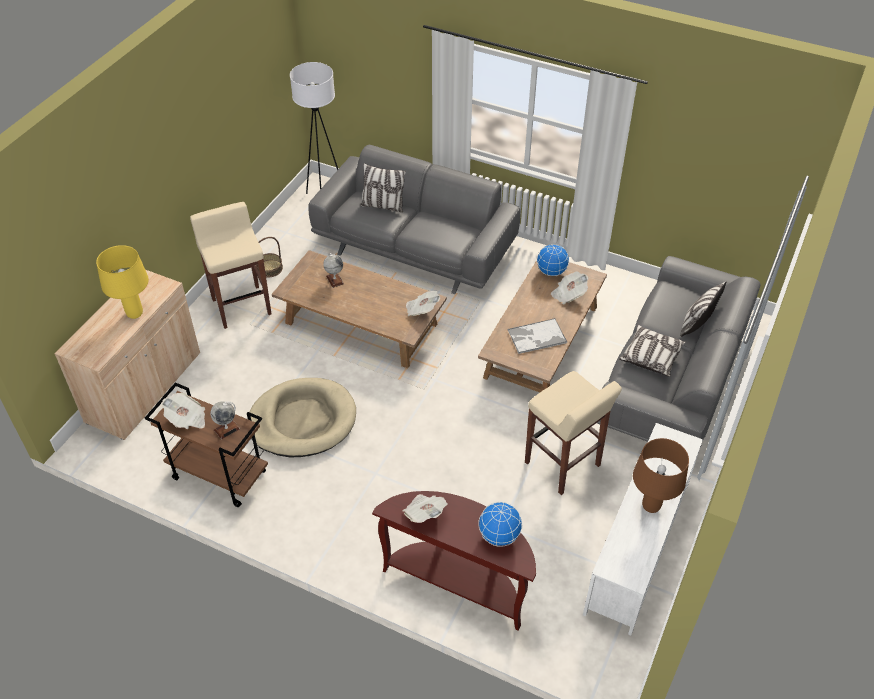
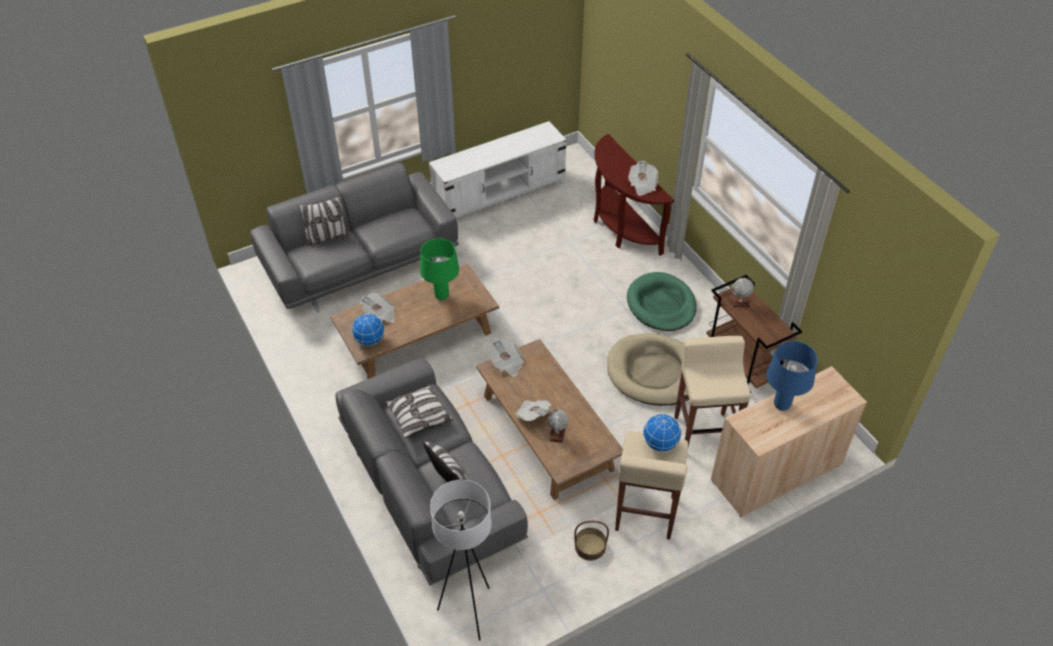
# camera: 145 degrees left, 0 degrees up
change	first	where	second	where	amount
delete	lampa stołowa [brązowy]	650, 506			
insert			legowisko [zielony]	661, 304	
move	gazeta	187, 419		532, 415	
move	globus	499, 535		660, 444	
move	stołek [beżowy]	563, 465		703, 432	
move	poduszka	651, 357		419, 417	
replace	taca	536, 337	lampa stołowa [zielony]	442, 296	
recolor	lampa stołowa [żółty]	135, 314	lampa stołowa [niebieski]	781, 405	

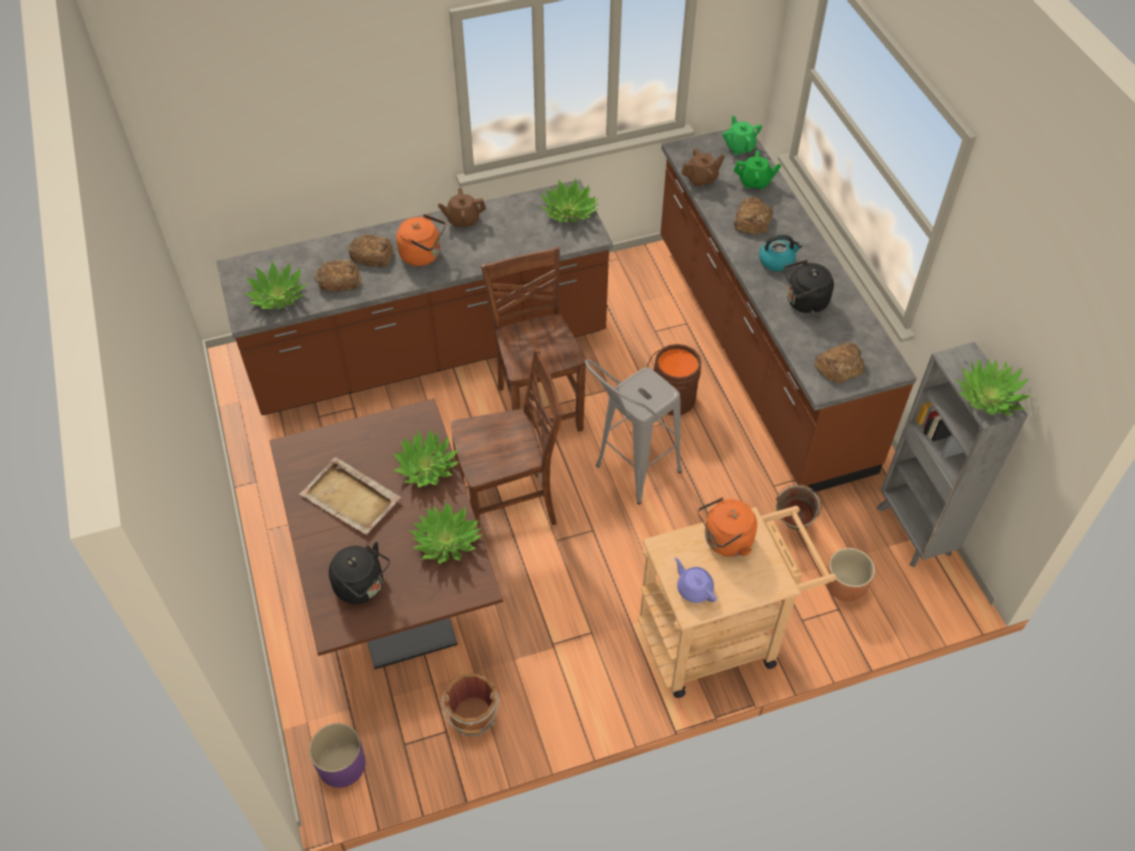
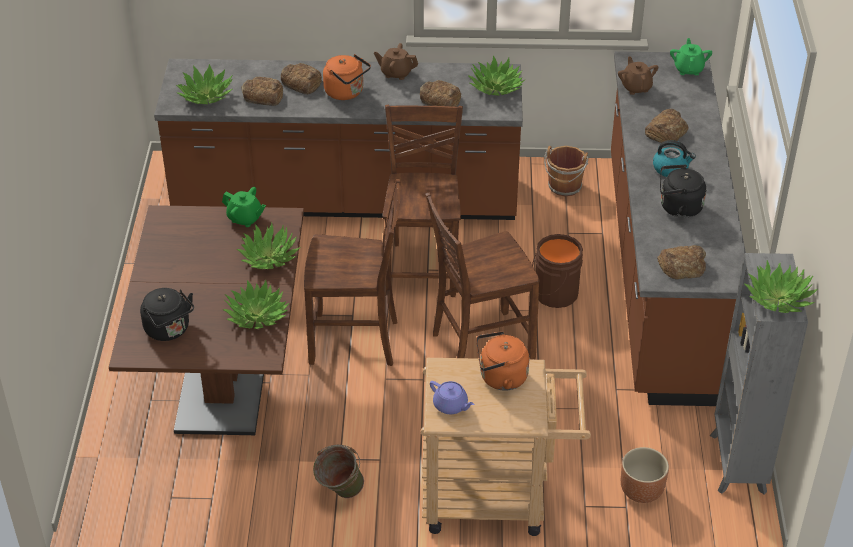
# camera: 20 degrees right, 10 degrees down
change	first	where	second	where	amount
delete	taca [beżowy]	351, 498			
delete	donica [fioletowy]	341, 764			
insert			chleb	440, 99	
move	wiadro [brązowy]	473, 719		564, 187	
move	imbryk [zielony]	754, 182		245, 218	
move	wiadro [zielony]	792, 527		339, 493	
replace	stołek [szary]	629, 476	krzesło [brązowy]	480, 345	
rotate	imbryk [fioletowy]	694, 589		451, 405	150 degrees clockwise
rotate	imbryk [brązowy]	701, 179		636, 87	105 degrees counterclockwise

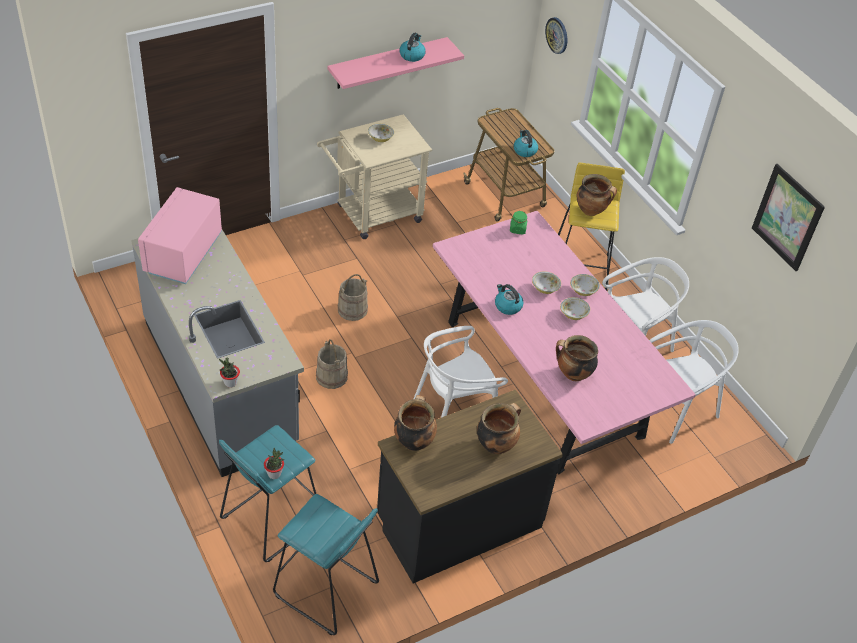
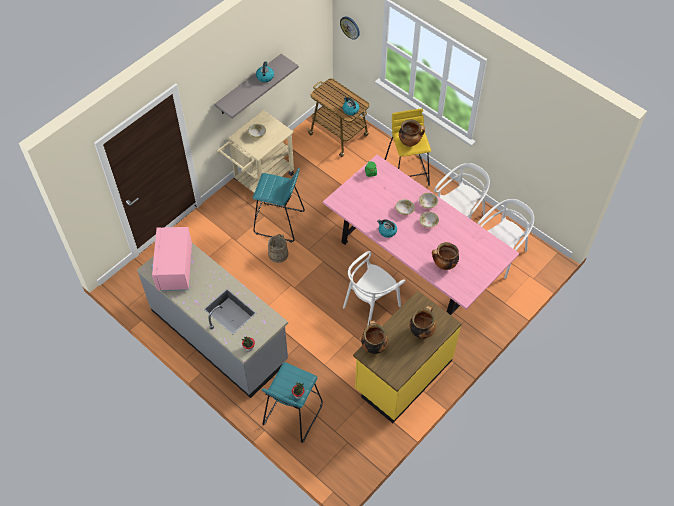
# camera: 15 degrees left, 10 degrees up
change	first	where	second	where	amount
delete	wiadro [beżowy]	331, 376			
delete	obraz	787, 217			
move	stołek [turkusowy]	326, 590		279, 223	
recolor	półka [różowy]	388, 63	półka [szary]	249, 85	
recolor	zabudowa kuchenna [czarny]	458, 522	zabudowa kuchenna [żółty]	402, 375	

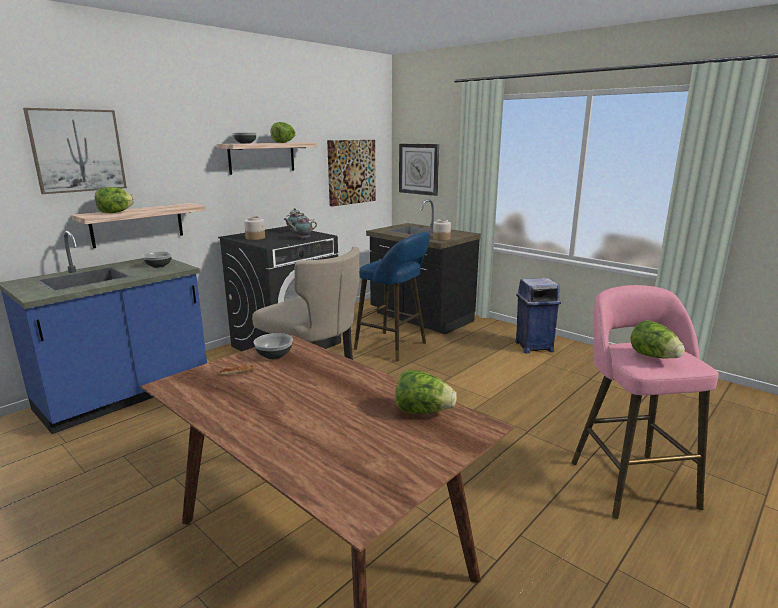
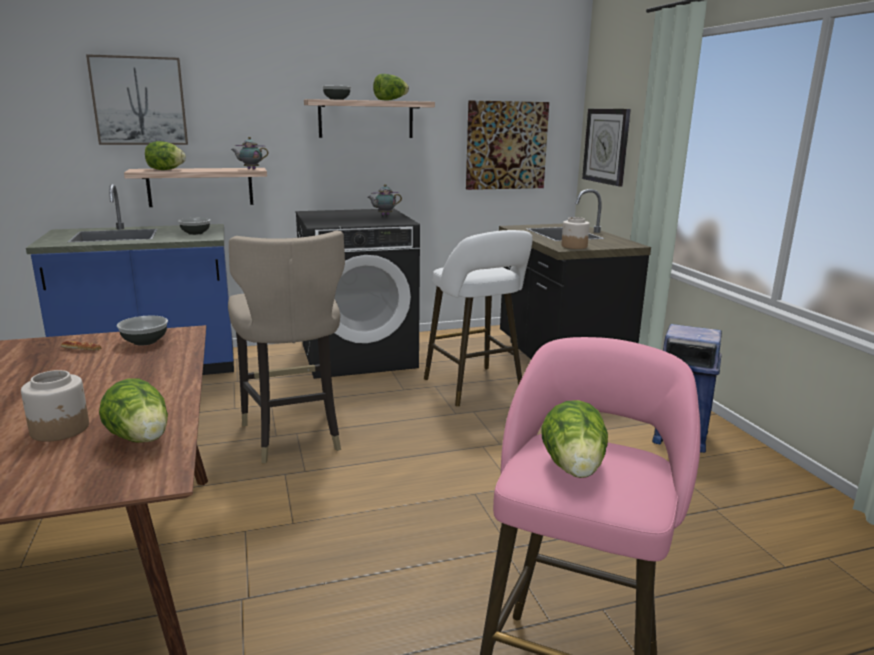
# camera: 30 degrees right, 0 degrees up
change	first	where	second	where	amount
move	słoik	255, 238		60, 429	
move	imbryk	303, 239		250, 169	
recolor	stołek [niebieski]	394, 347	stołek [biały]	476, 388	

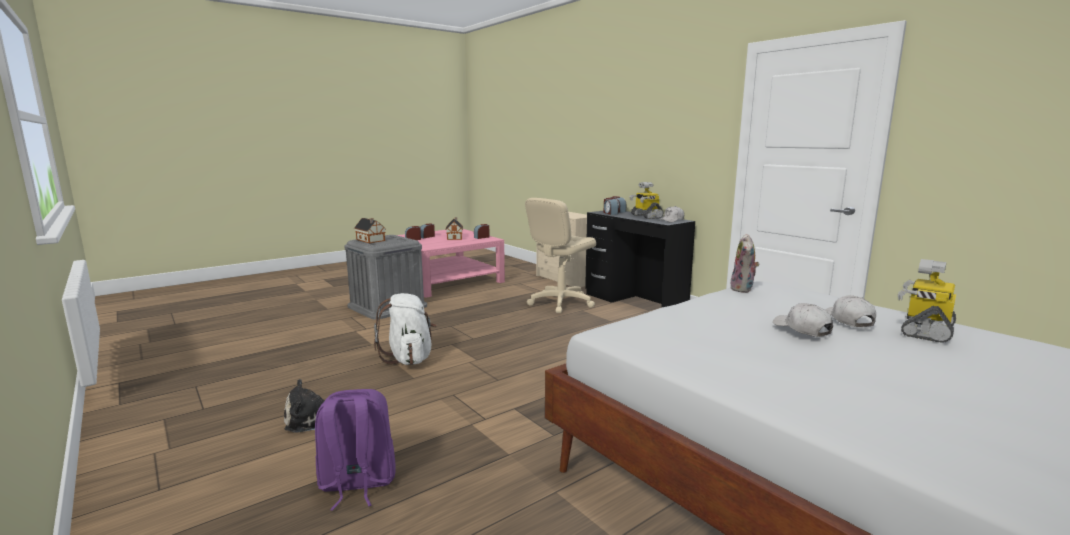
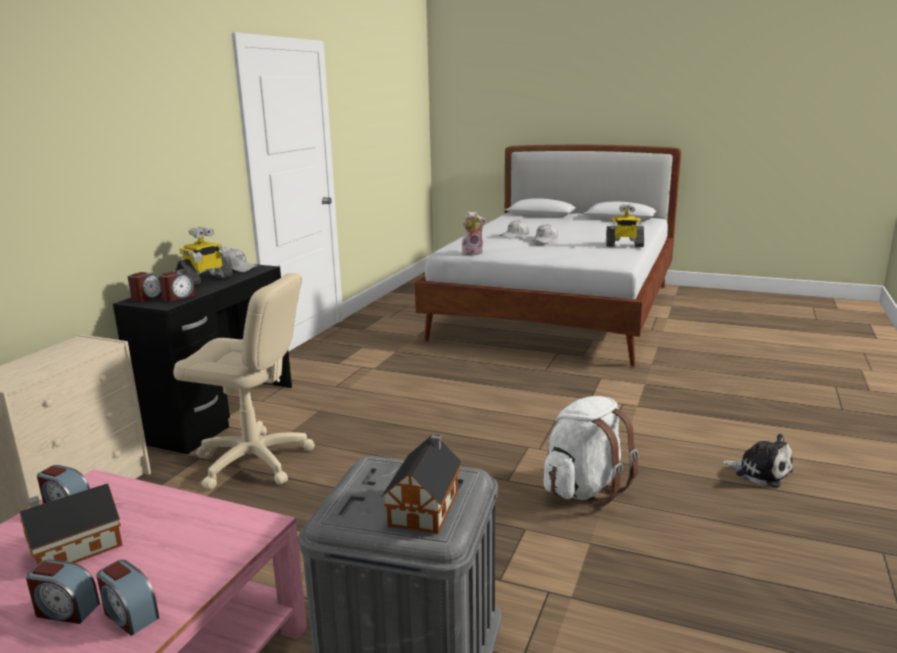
# camera: 120 degrees left, 5 degrees up
change	first	where	second	where	amount
delete	plecak [fioletowy]	357, 484			
move	robot zabawkowy	925, 330		624, 245	

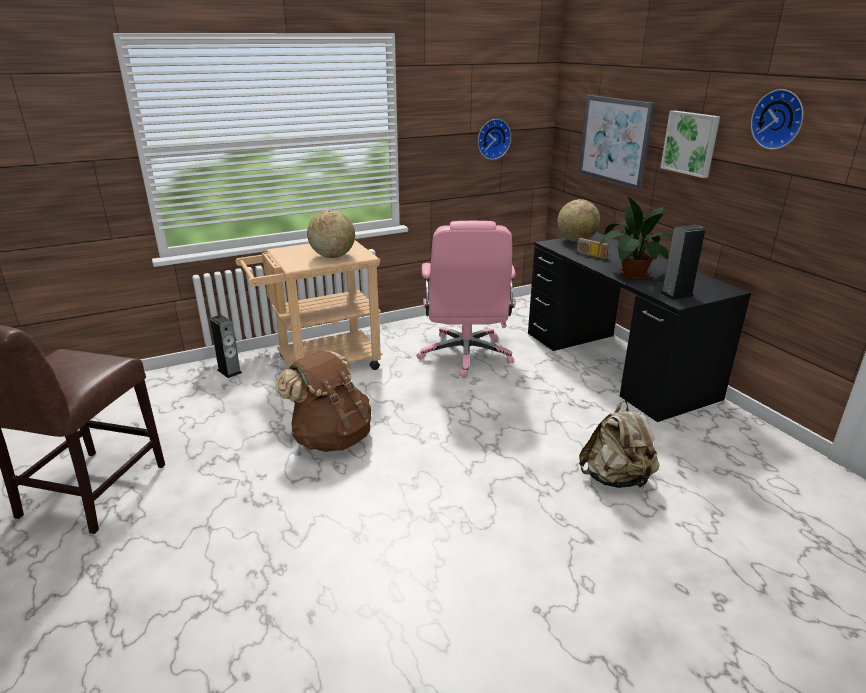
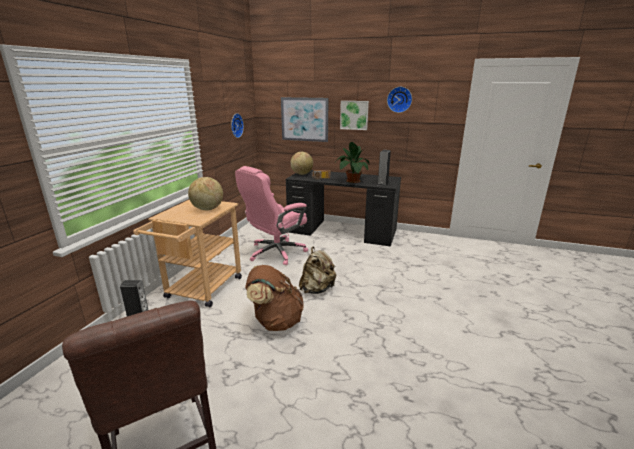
# camera: 45 degrees left, 5 degrees down
change	first	where	second	where	amount
move	plecak [beżowy]	616, 479		317, 289	
rotate	krzesło biurowe [różowy]	466, 355		275, 252	90 degrees clockwise

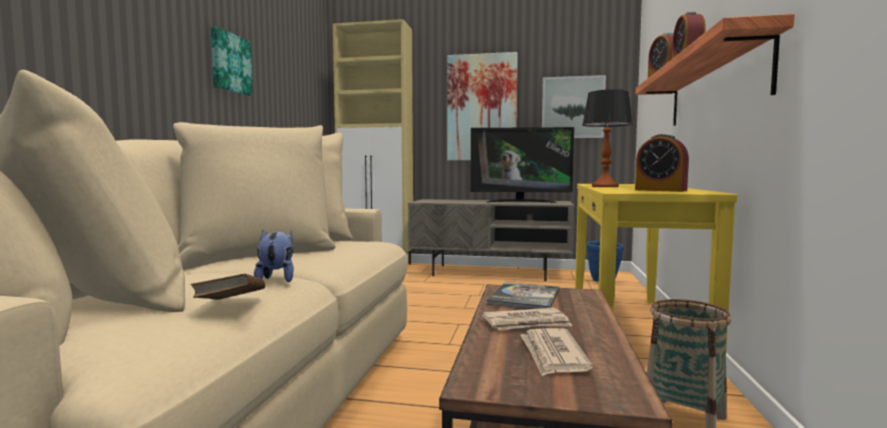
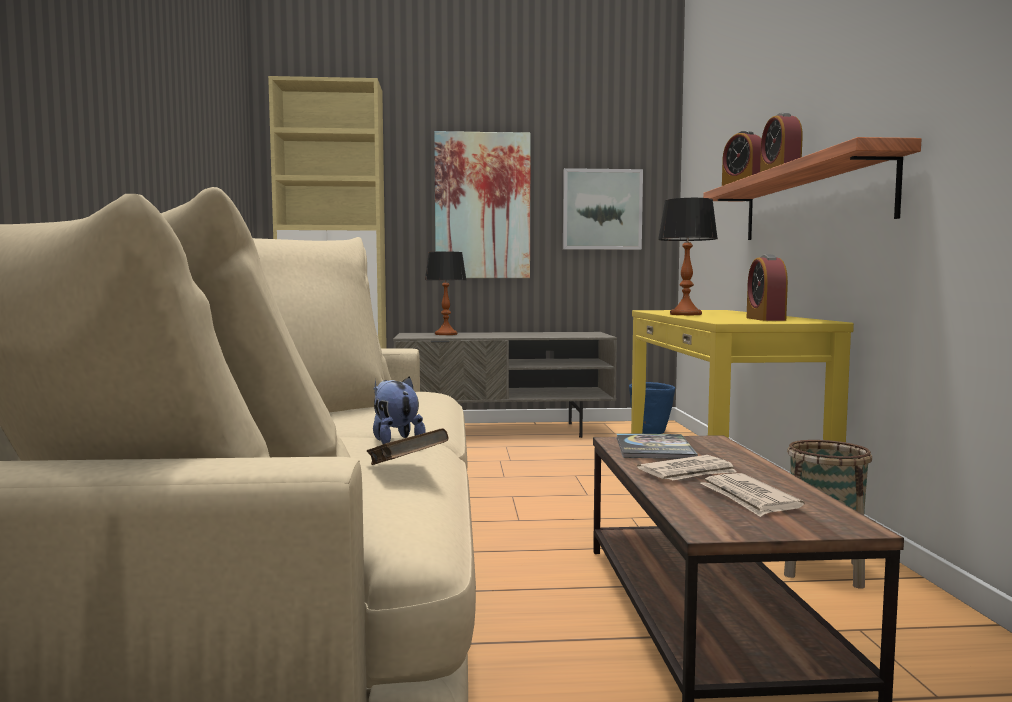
# camera: 15 degrees left, 0 degrees up
change	first	where	second	where	amount
delete	obraz	230, 63			
delete	telewizor	520, 202			
insert			lampa stołowa	446, 334	
rotate	budzik	660, 190		765, 319	60 degrees clockwise

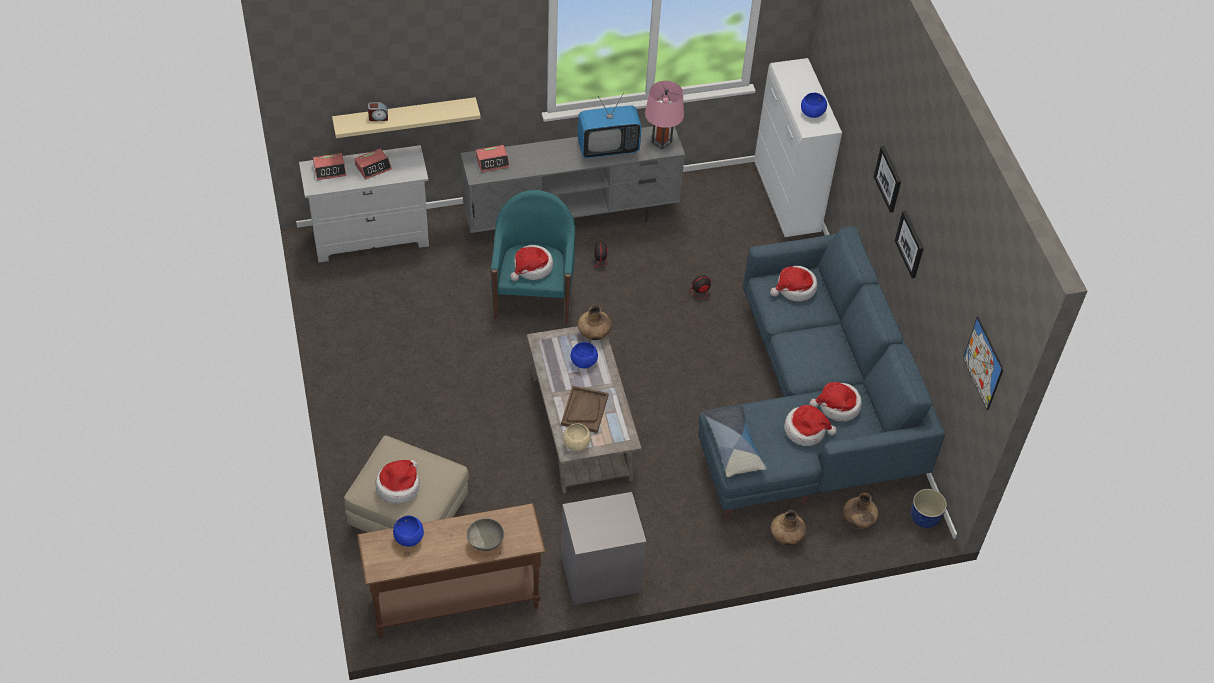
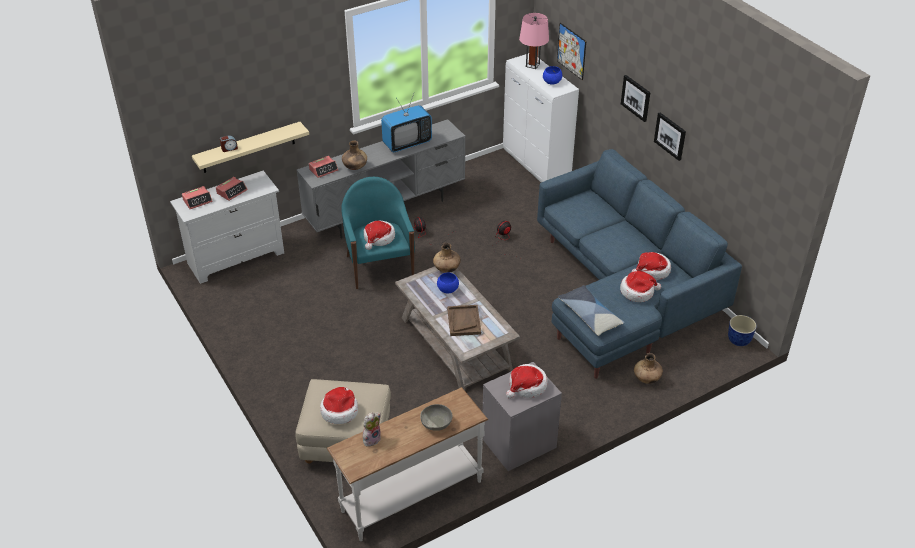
# camera: 15 degrees left, 10 degrees down
change	first	where	second	where	amount
delete	miska [beżowy]	577, 443			
move	lampa stołowa [różowy]	661, 142		532, 65	
move	kapelusz	795, 288		526, 386	
move	wazon [brązowy]	858, 520		355, 167	
move	obraz	983, 363		571, 51	
replace	miska [niebieski]	408, 538	pluszak	371, 438	
recolor	stolik konsolowy [brązowy]	454, 601	stolik konsolowy [biały]	411, 495	

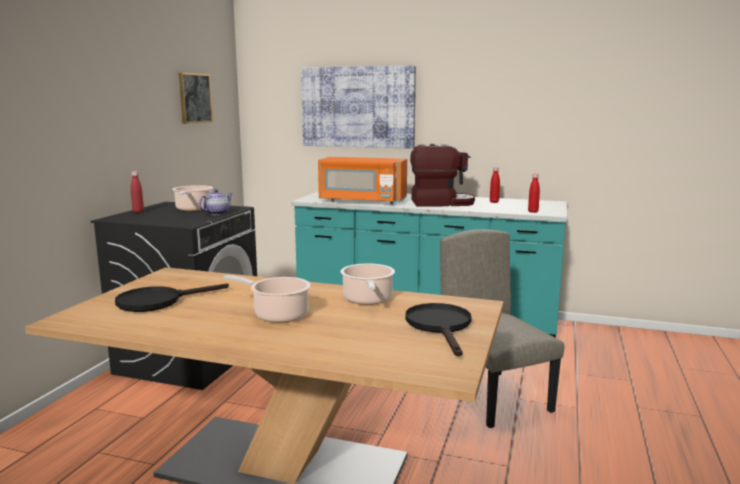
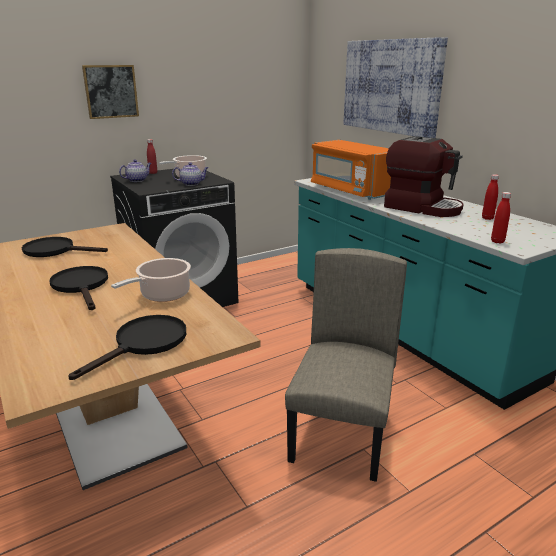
# camera: 40 degrees right, 10 degrees up
change	first	where	second	where	amount
insert			imbryk	137, 180	
move	obraz	195, 98		111, 91	
replace	garnek	278, 315	patelnia [czarny]	82, 286	

